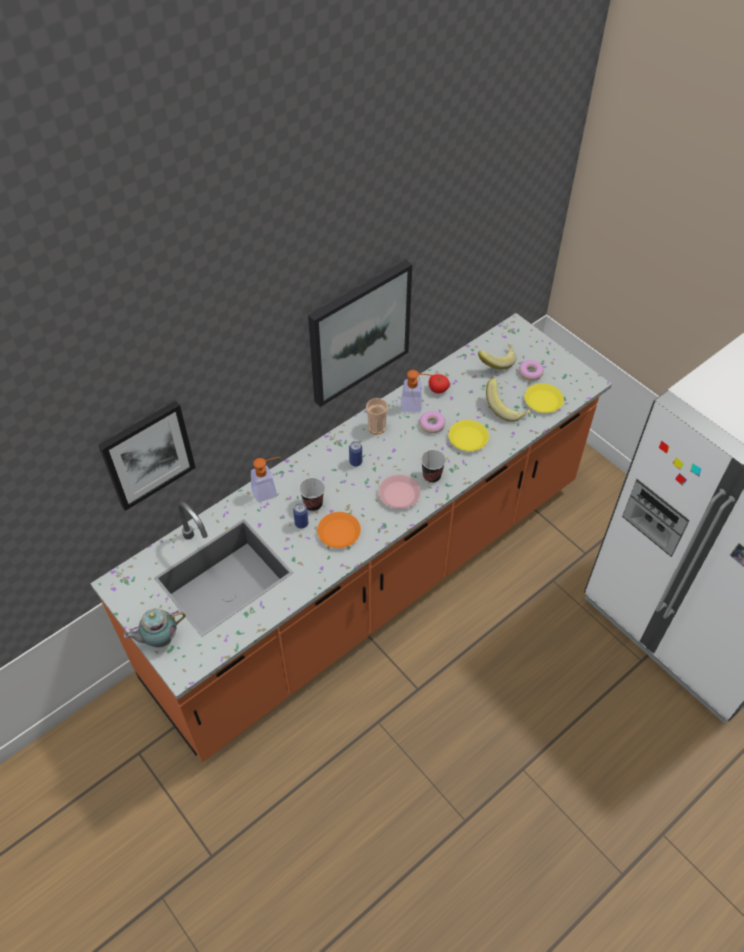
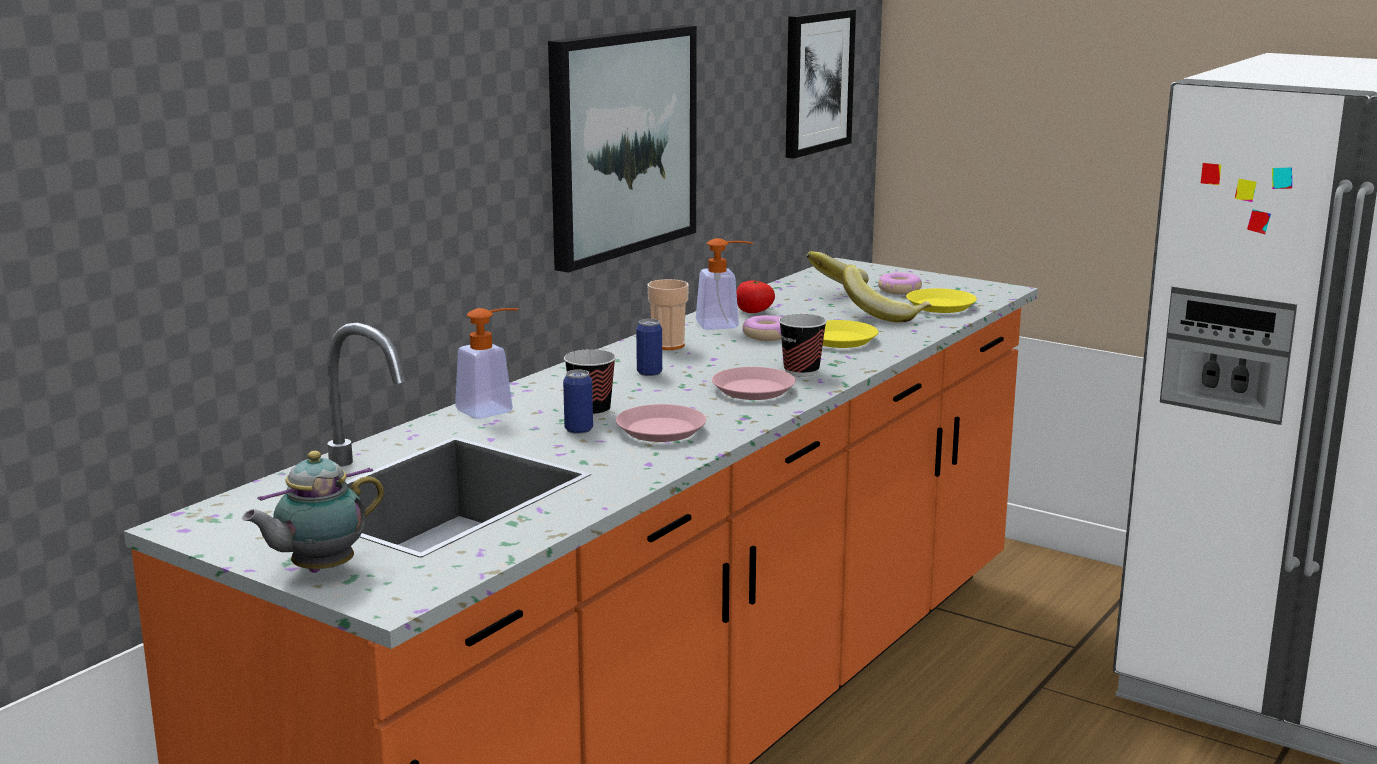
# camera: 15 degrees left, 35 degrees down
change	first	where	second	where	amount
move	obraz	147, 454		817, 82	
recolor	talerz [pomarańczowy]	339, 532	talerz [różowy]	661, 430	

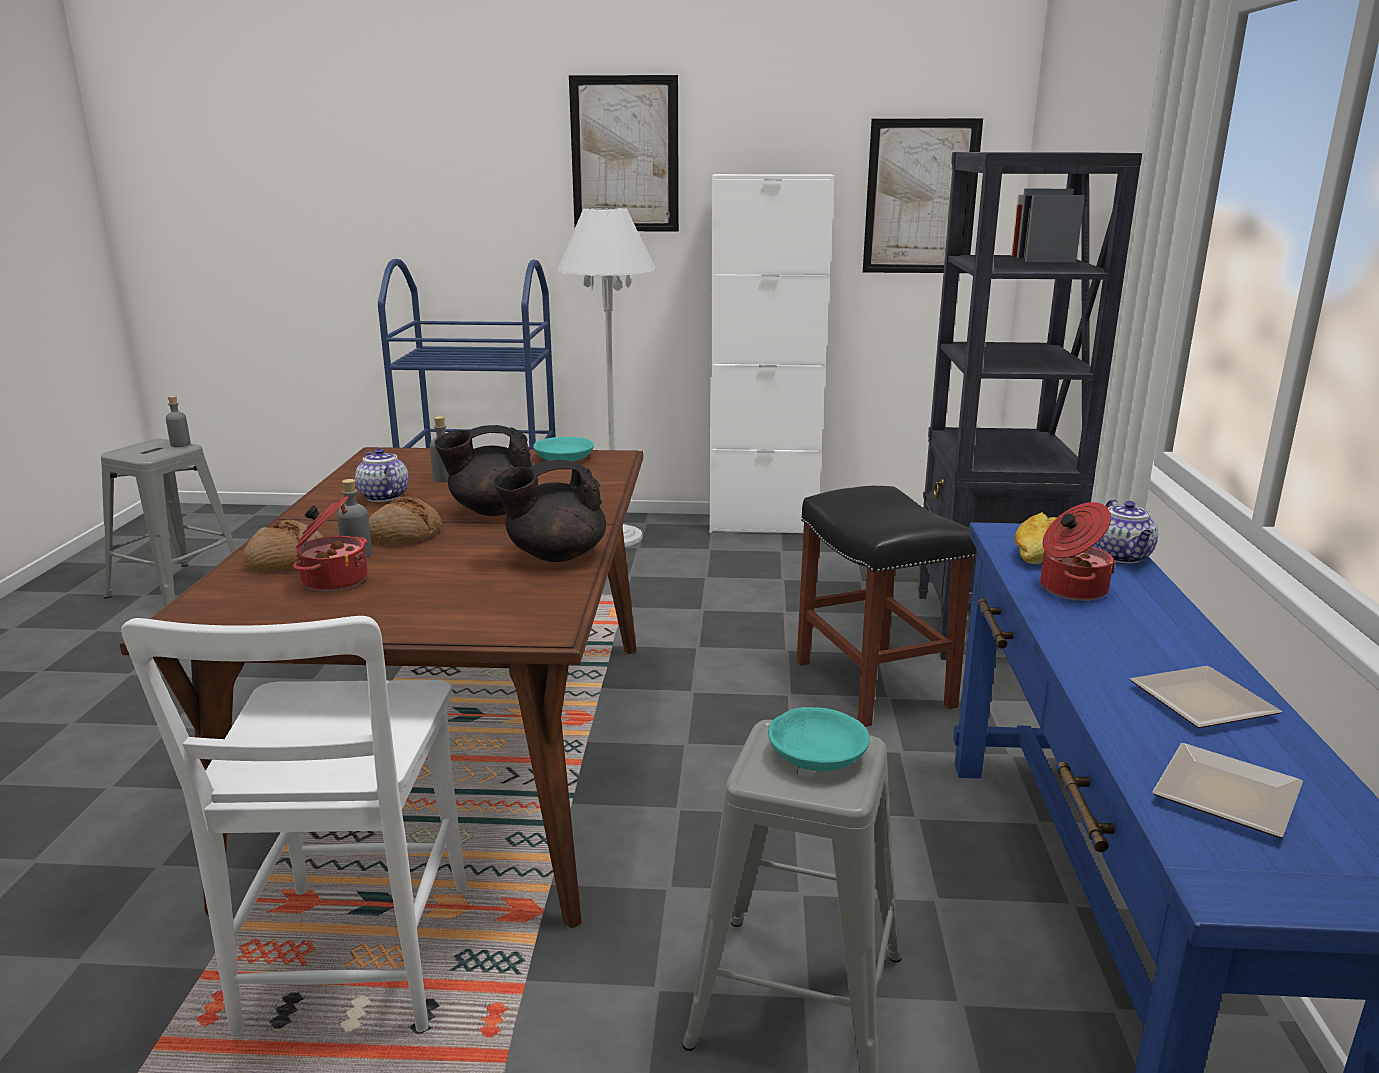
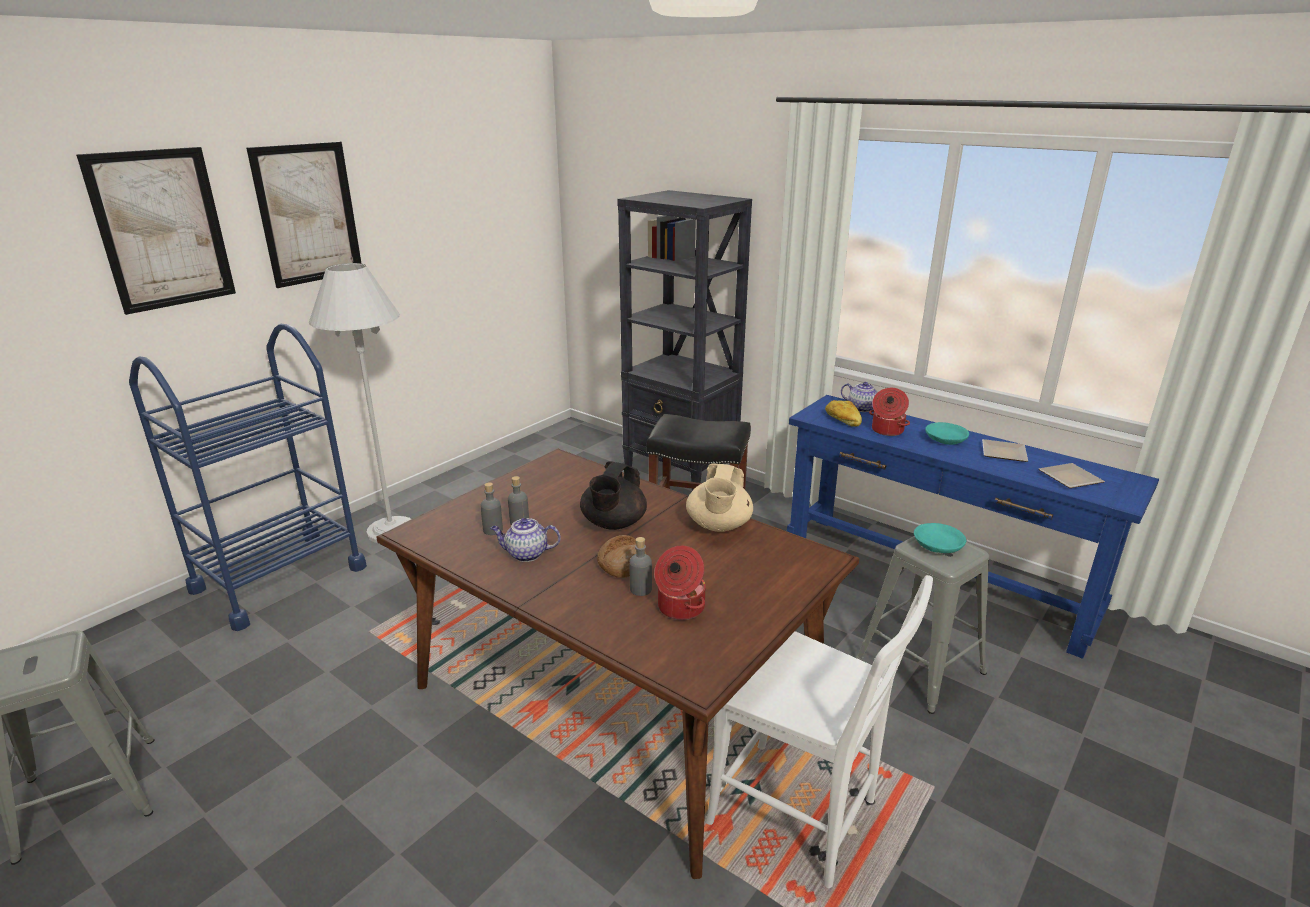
# camera: 55 degrees left, 5 degrees up
change	first	where	second	where	amount
delete	chleb	287, 560			
delete	szafka [biały]	763, 525			
move	butelka [szary]	180, 444		493, 530	
move	miska [turkusowy]	563, 458		945, 439	
move	obraz	920, 197		162, 229	
recolor	imbryk [czarny]	555, 555	imbryk [beżowy]	718, 526	

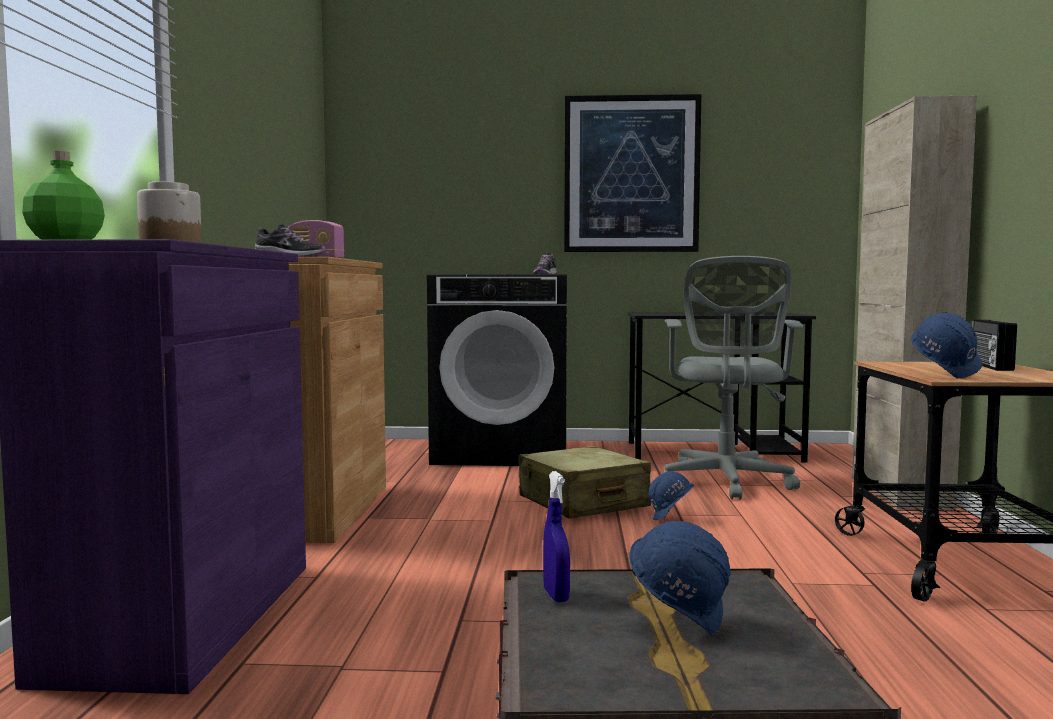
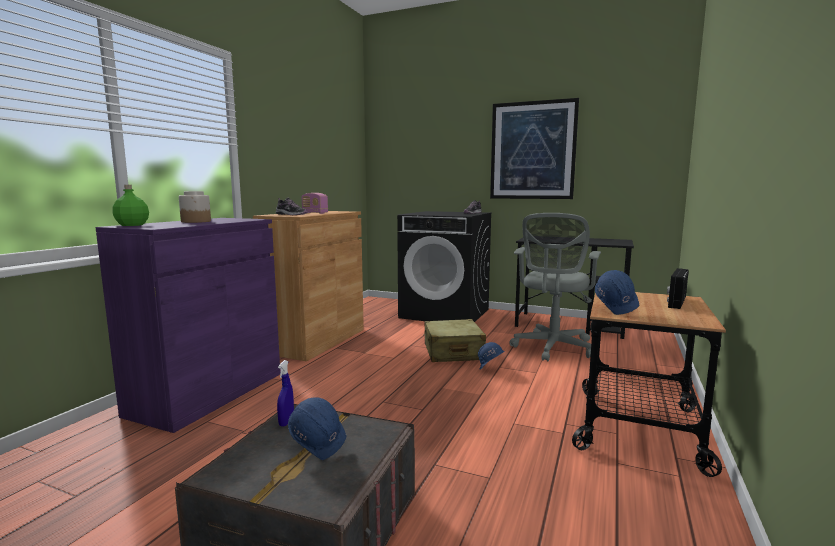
# camera: 20 degrees right, 5 degrees up
change	first	where	second	where	amount
delete	szafka [beżowy]	899, 493			

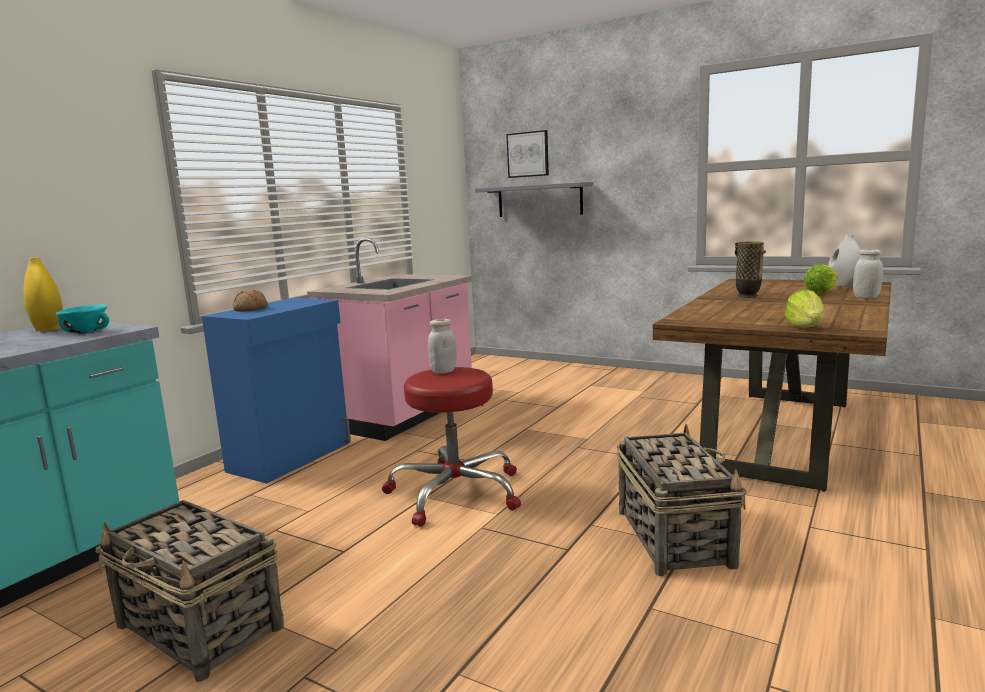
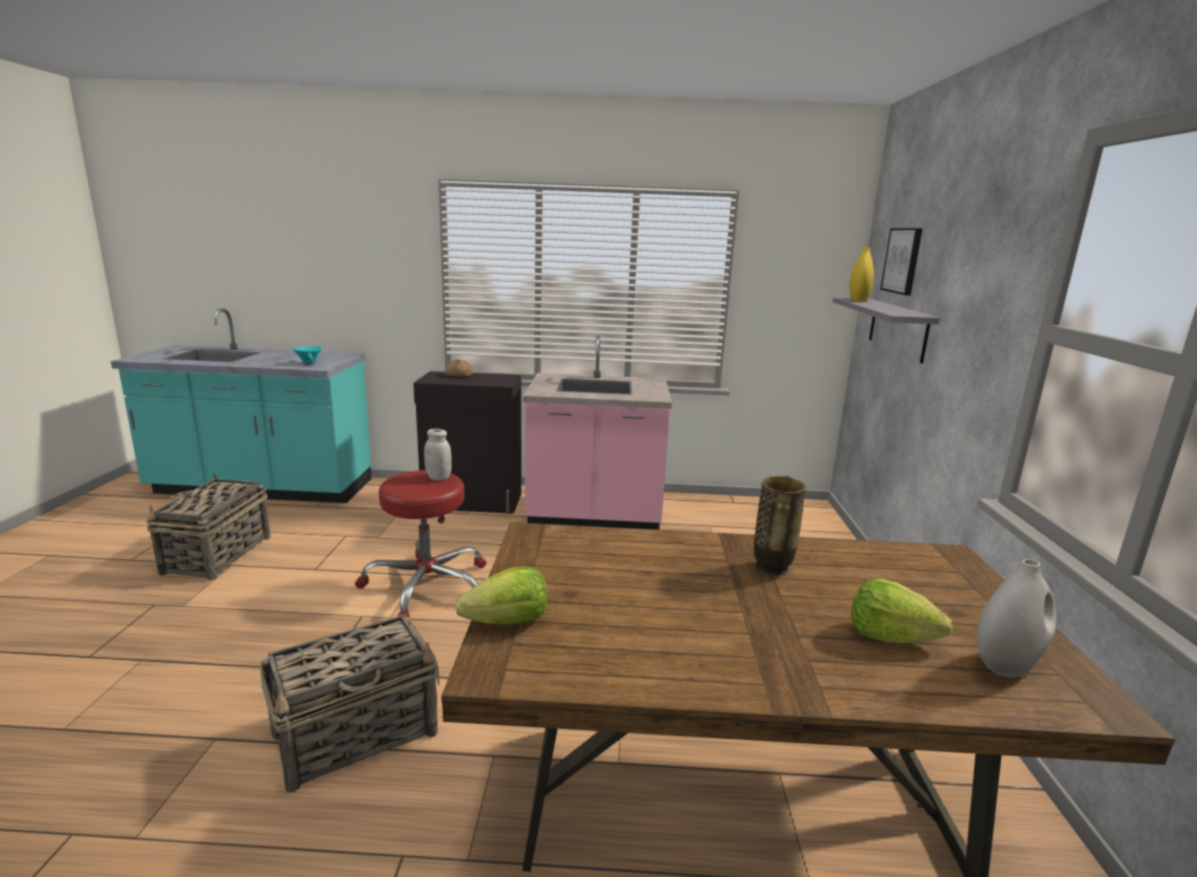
# camera: 60 degrees right, 5 degrees up
change	first	where	second	where	amount
delete	słoik [biały]	866, 297			
move	wazon [żółty]	48, 329		858, 300	
recolor	szafka [niebieski]	292, 457	szafka [czarny]	473, 502	

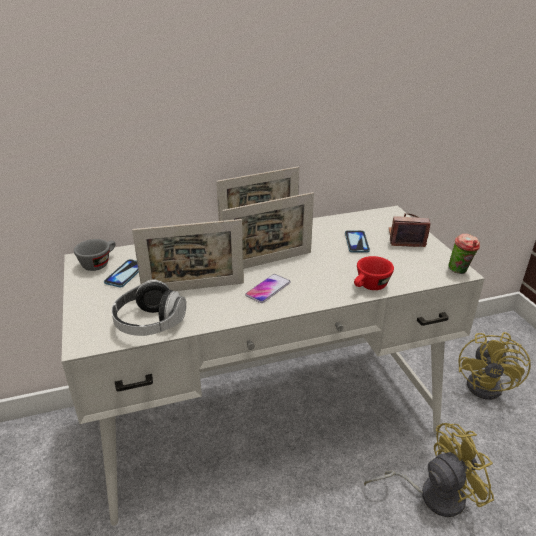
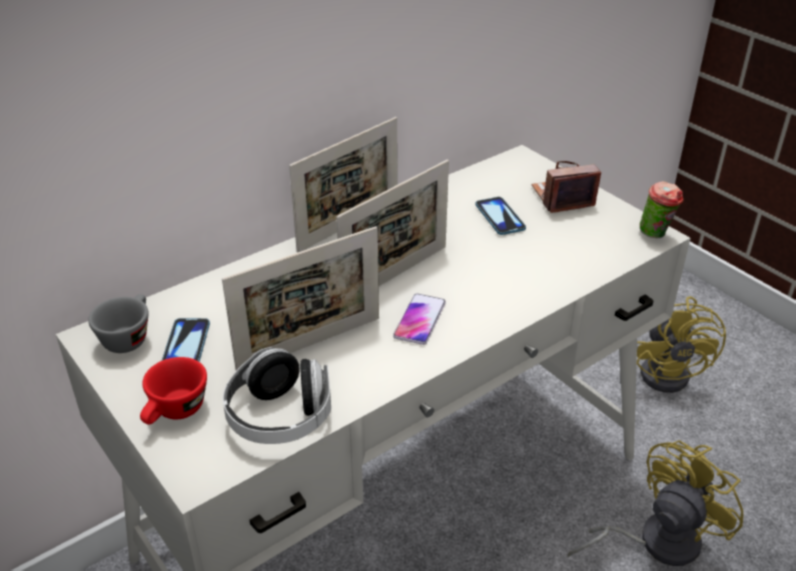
# camera: 20 degrees left, 5 degrees up
change	first	where	second	where	amount
move	filiżanka [czerwony]	369, 287		175, 412	

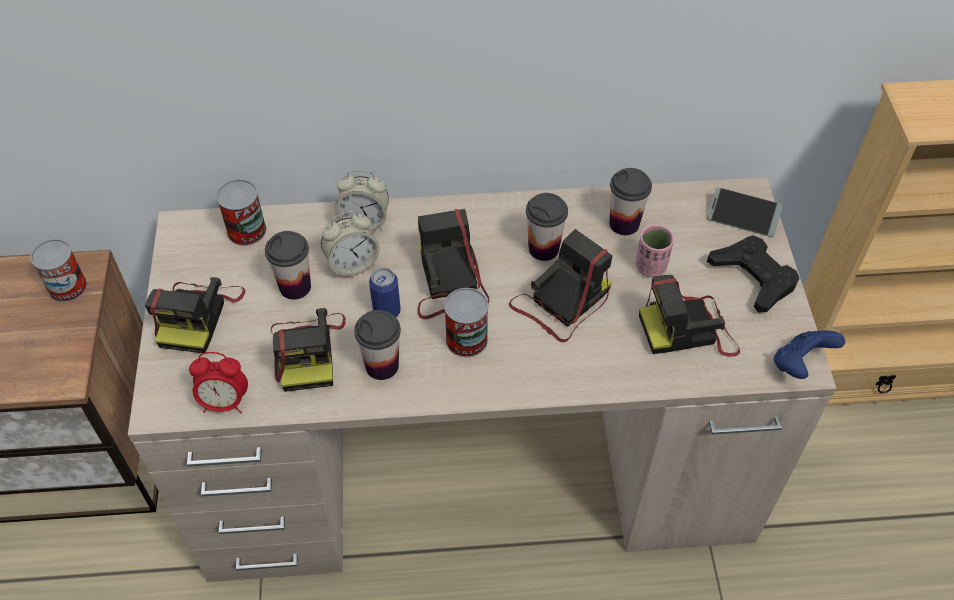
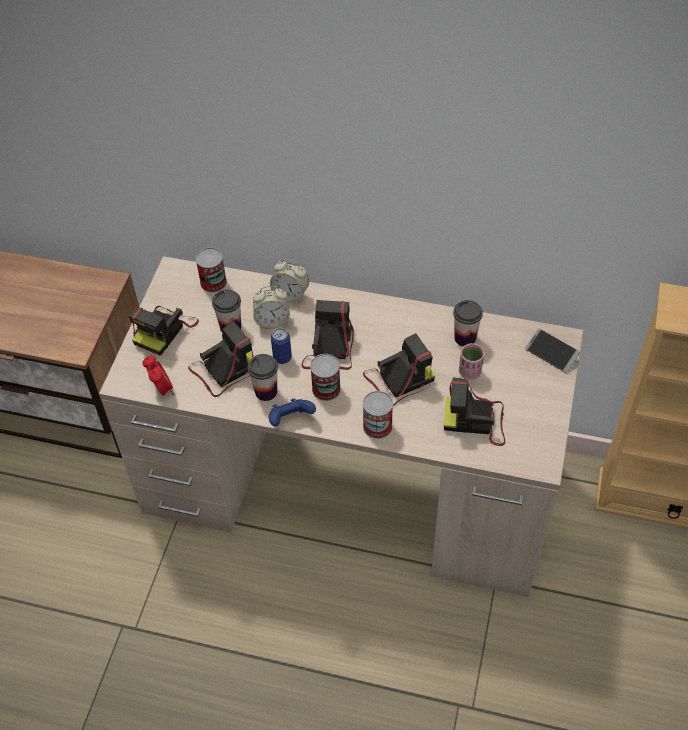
# camera: 20 degrees right, 0 degrees up
change	first	where	second	where	amount
delete	filiżanka	543, 249			
delete	pad do gier [czarny]	753, 277			
move	puszka	68, 287		377, 426	
move	pad do gier [niebieski]	800, 364		291, 419	
rotate	budzik	224, 402		162, 389	135 degrees counterclockwise
rotate	aparat fotograficzny	308, 351		223, 370	135 degrees counterclockwise

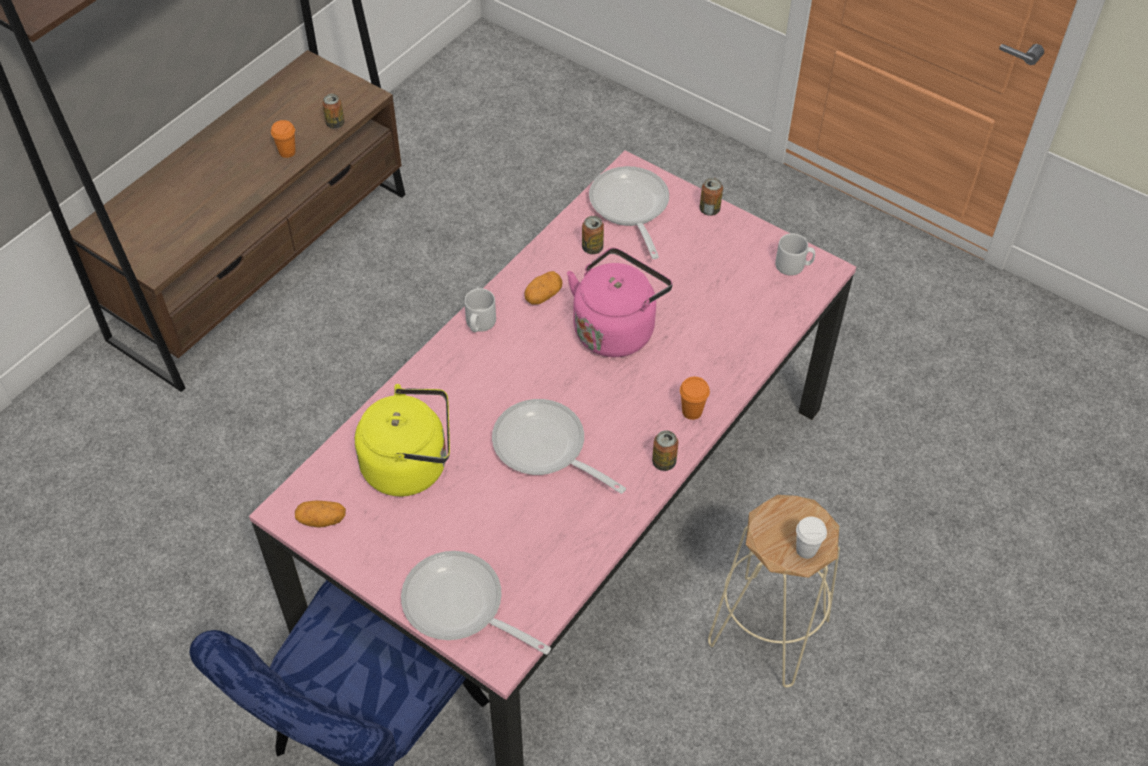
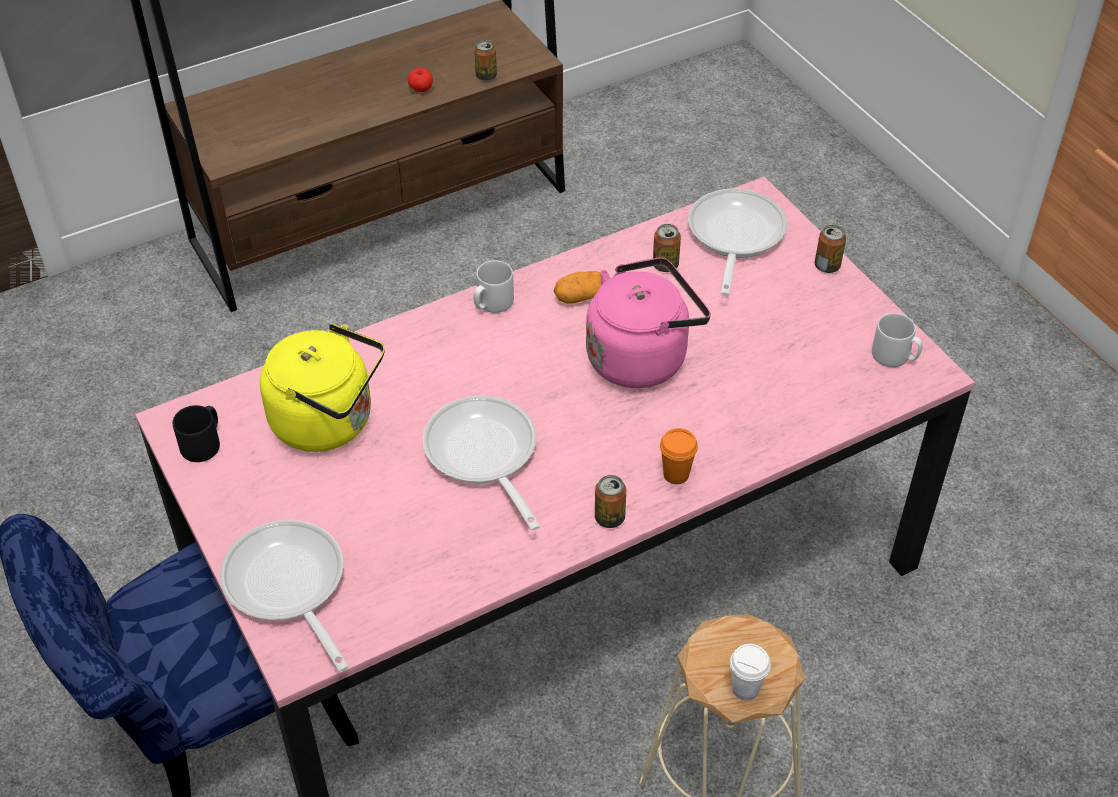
# camera: 25 degrees right, 5 degrees down
change	first	where	second	where	amount
replace	filiżanka [pomarańczowy]	287, 152	jabłko	421, 90	
replace	ziemniak	322, 520	kubek [czarny]	203, 444	

